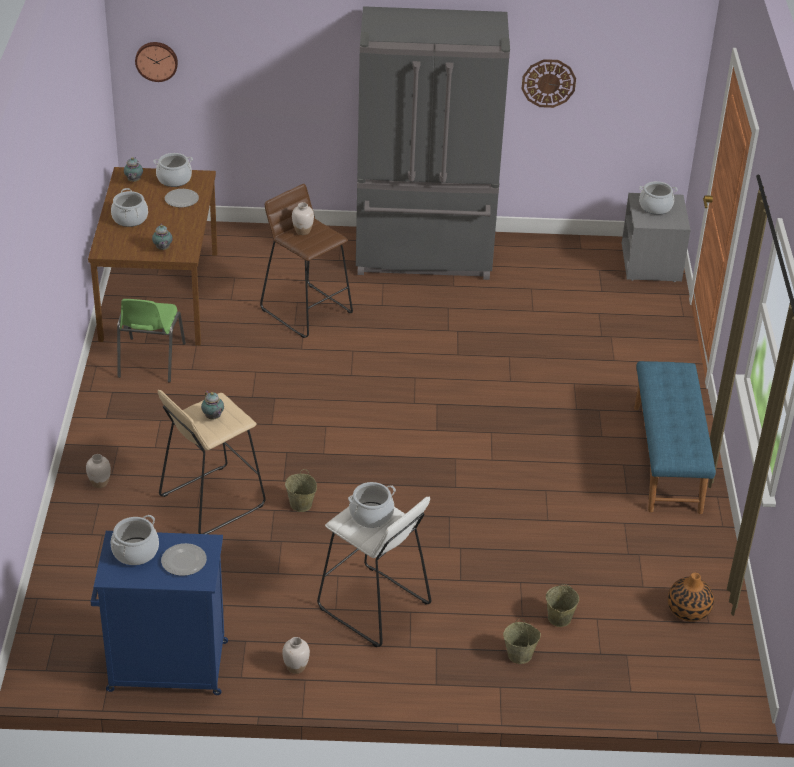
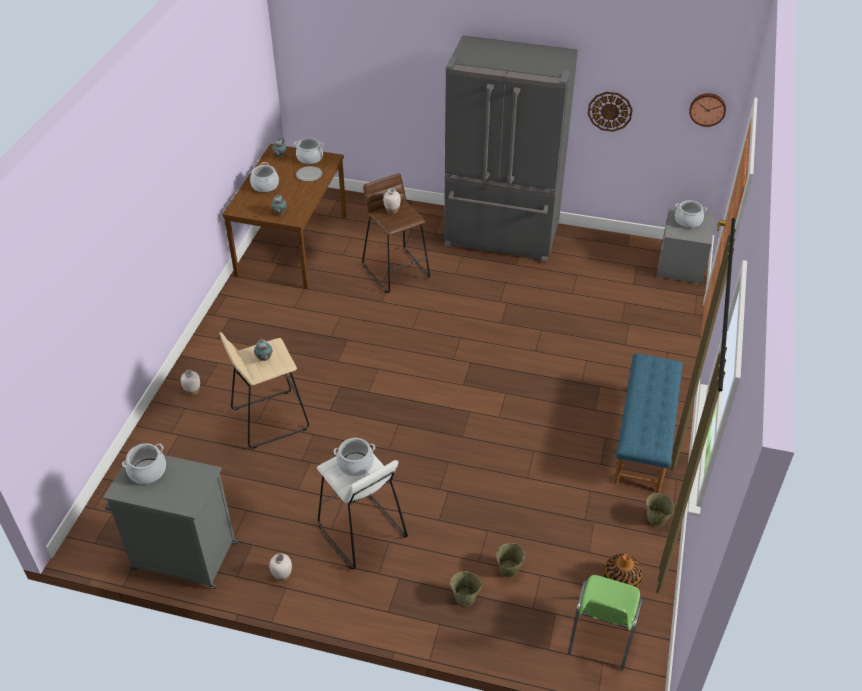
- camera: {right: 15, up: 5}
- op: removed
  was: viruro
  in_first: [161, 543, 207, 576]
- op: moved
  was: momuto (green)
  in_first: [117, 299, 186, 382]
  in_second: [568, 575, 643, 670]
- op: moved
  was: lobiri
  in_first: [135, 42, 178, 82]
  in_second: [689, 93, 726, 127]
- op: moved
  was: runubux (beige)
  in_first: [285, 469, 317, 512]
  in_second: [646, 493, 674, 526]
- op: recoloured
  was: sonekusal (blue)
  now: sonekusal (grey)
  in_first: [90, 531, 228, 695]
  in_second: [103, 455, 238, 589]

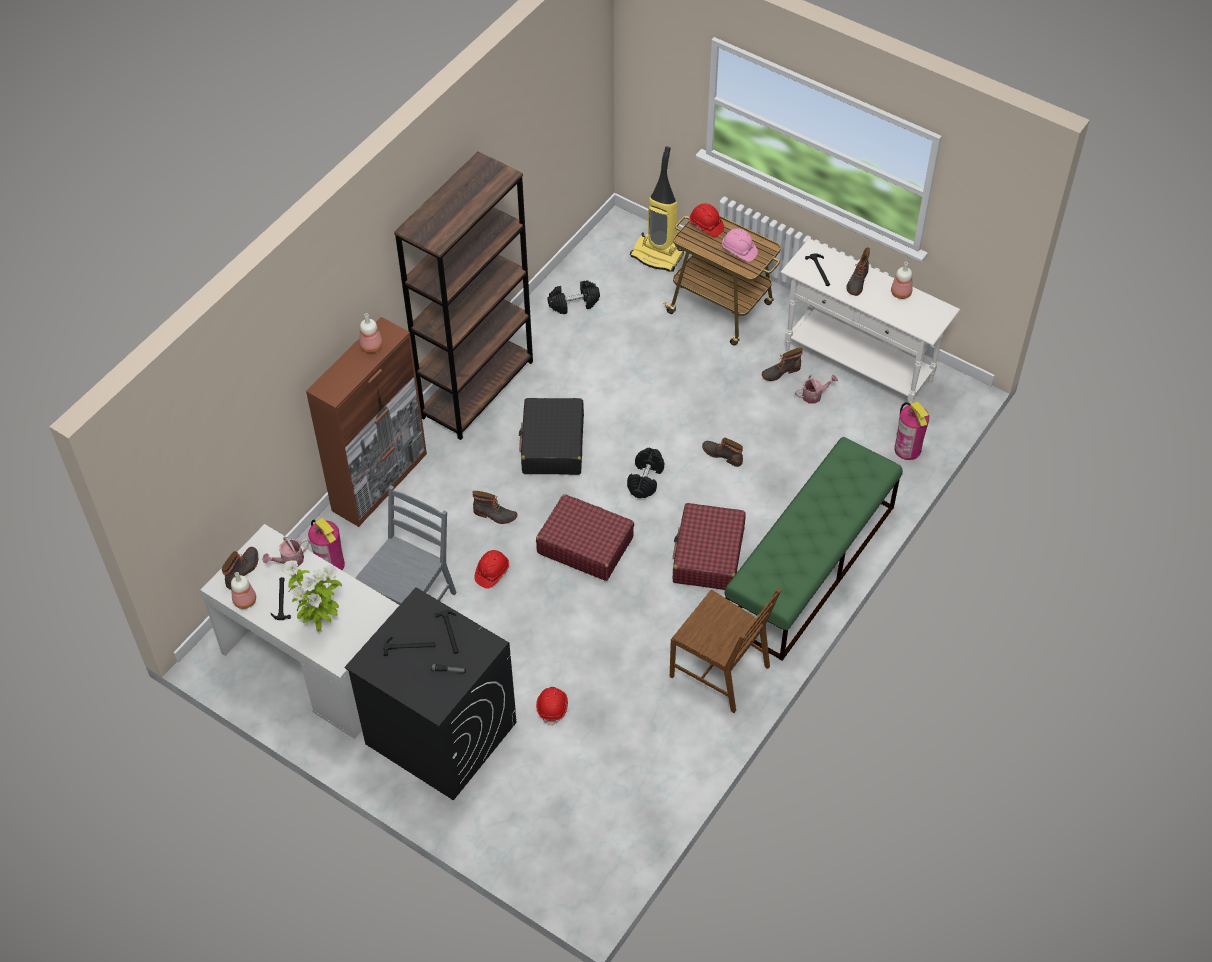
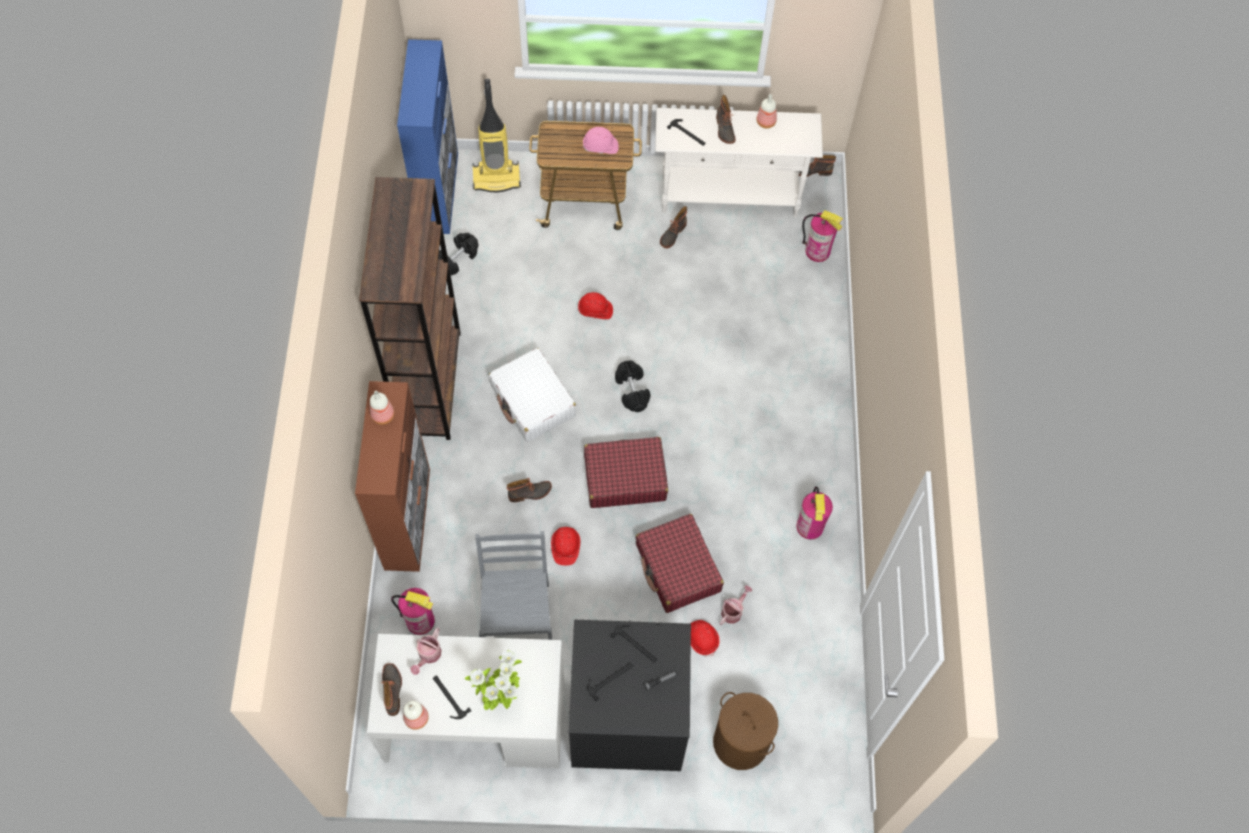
- camera: {right: -35, up: 10}
- op: removed
  was: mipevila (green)
  in_first: [724, 437, 903, 661]
- op: added
  now: sonekusal (blue)
  in_second: [397, 39, 458, 234]
- op: added
  now: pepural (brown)
  in_second: [713, 692, 778, 770]
- op: moved
  was: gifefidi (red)
  in_first: [673, 503, 746, 590]
  in_second: [636, 514, 724, 613]
- op: moved
  was: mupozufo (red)
  in_first: [690, 203, 724, 237]
  in_second: [578, 292, 613, 319]
- op: moved
  was: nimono
  in_first: [702, 437, 743, 467]
  in_second: [799, 155, 836, 177]
- op: moved
  was: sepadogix
  in_first: [795, 375, 838, 404]
  in_second: [719, 586, 752, 625]
- op: replaced
  was: momuto (brown)
  now: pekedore
  in_first: [670, 588, 781, 713]
  in_second: [796, 486, 833, 540]
- op: recoloured
  was: gifefidi (black)
  now: gifefidi (white)
  in_first: [519, 398, 584, 475]
  in_second: [488, 348, 576, 442]

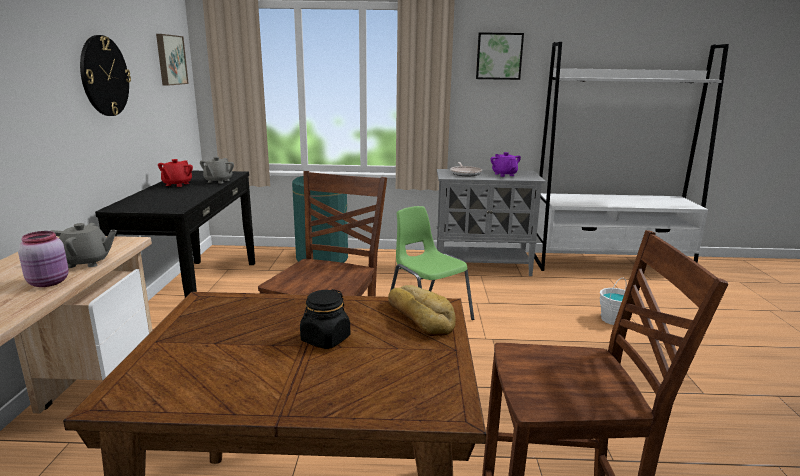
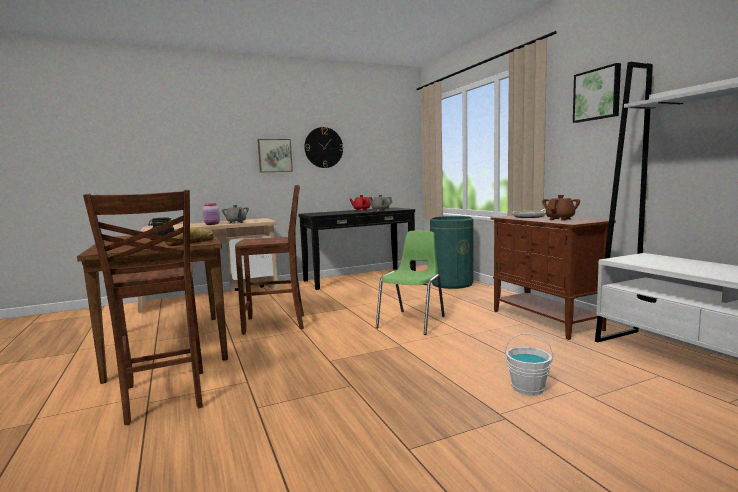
- camera: {right: 65, up: -10}
- op: moved
  was: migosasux
  in_first: [156, 34, 189, 86]
  in_second: [257, 139, 293, 173]
- op: recoloured
  was: sonekusal (grey)
  now: sonekusal (brown)
  in_first: [437, 169, 546, 276]
  in_second: [491, 215, 616, 340]
- op: recoloured
  was: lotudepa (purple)
  now: lotudepa (brown)
  in_first: [490, 152, 521, 177]
  in_second: [542, 195, 580, 221]

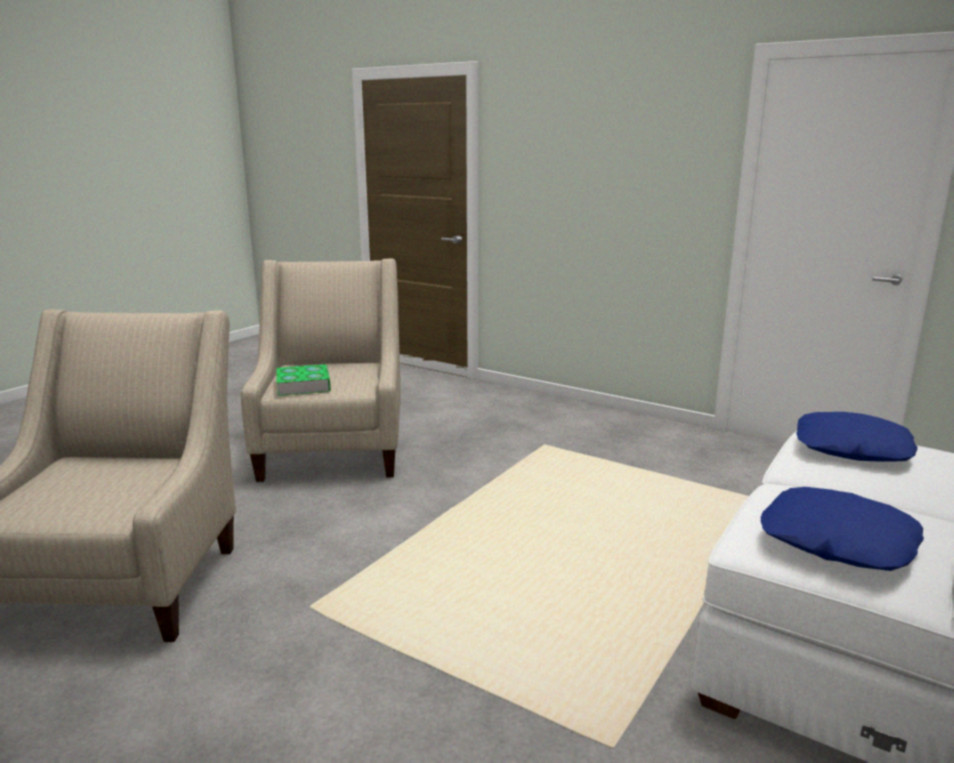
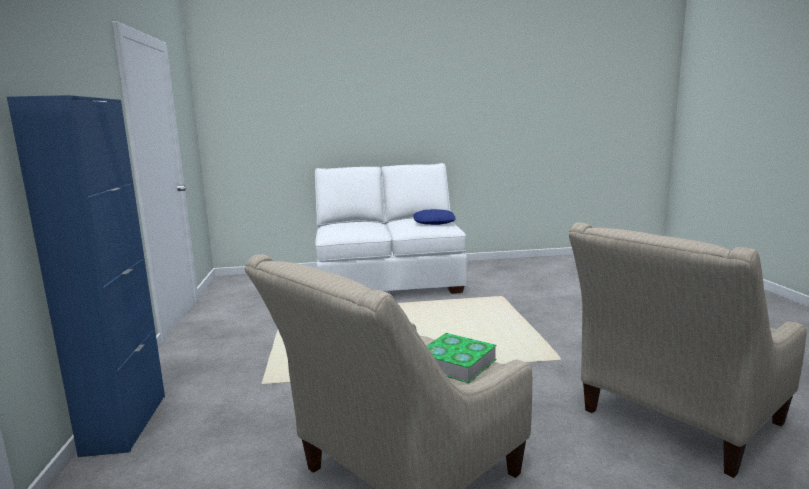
- camera: {right: -130, up: -5}
- op: removed
  was: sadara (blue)
  in_first: [796, 412, 918, 462]
- op: added
  now: sonekusal (blue)
  in_second: [7, 95, 165, 457]

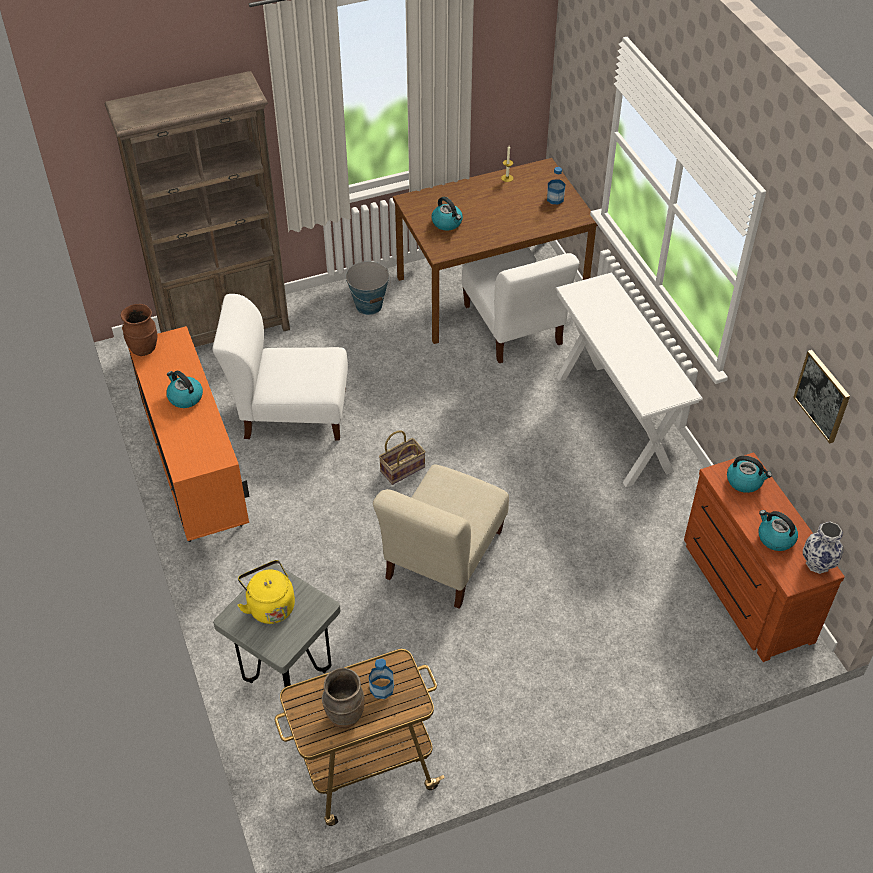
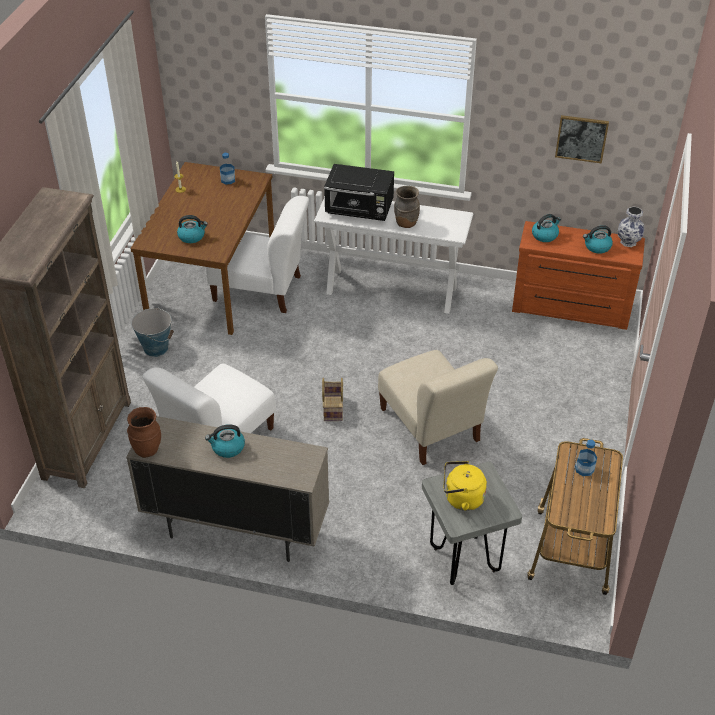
- camera: {right: -55, up: -5}
- op: added
  now: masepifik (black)
  in_second: [324, 164, 394, 221]
- op: moved
  was: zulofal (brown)
  in_first: [322, 668, 364, 728]
  in_second: [394, 186, 420, 228]
- op: recoloured
  was: sonekusal (orange)
  now: sonekusal (beige)
  in_first: [128, 326, 249, 542]
  in_second: [126, 416, 329, 562]

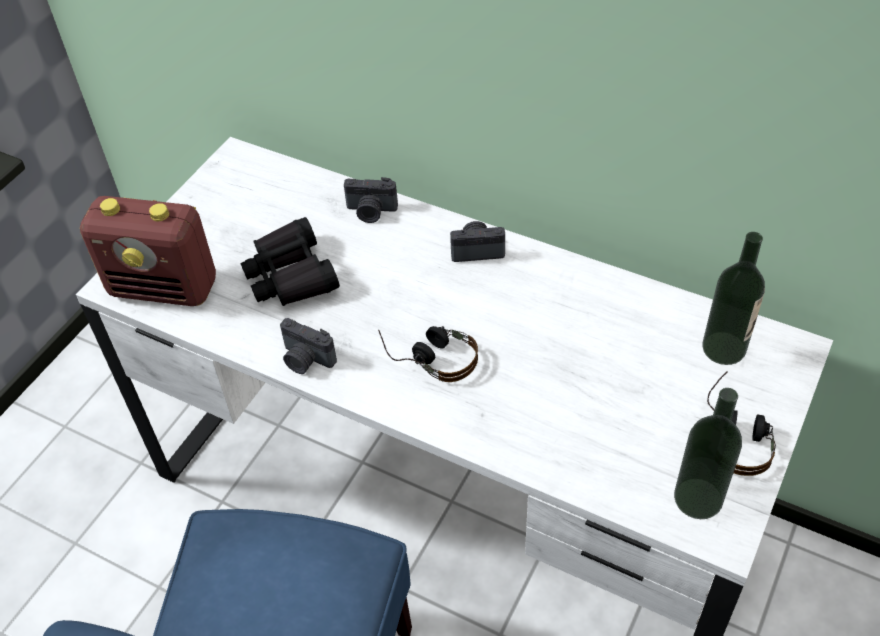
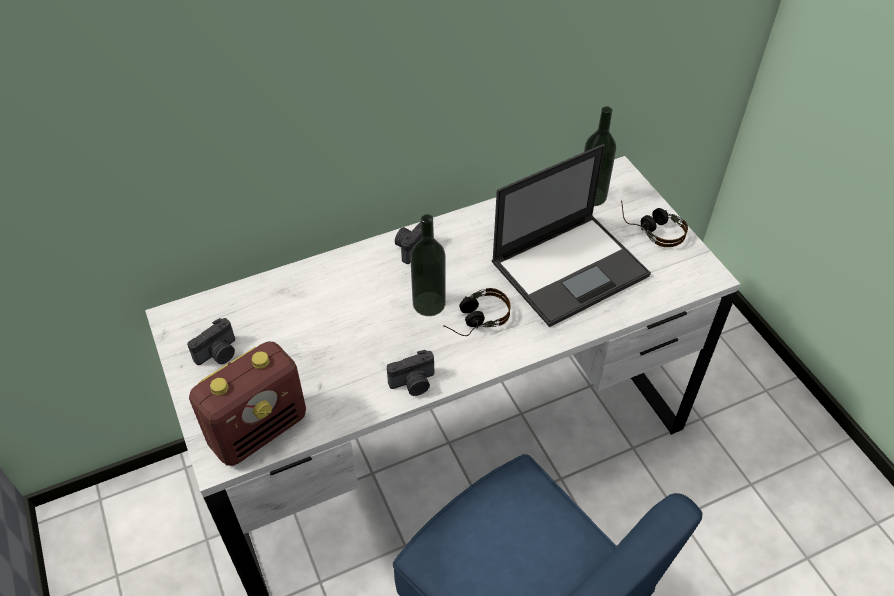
- camera: {right: -55, up: 0}
- op: removed
  was: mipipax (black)
  in_first: [240, 217, 340, 306]
- op: added
  now: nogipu
  in_second: [492, 144, 651, 327]
- op: moved
  was: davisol
  in_first: [344, 177, 398, 223]
  in_second: [187, 318, 235, 365]
- op: moved
  was: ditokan
  in_first: [674, 388, 742, 519]
  in_second: [410, 214, 446, 316]

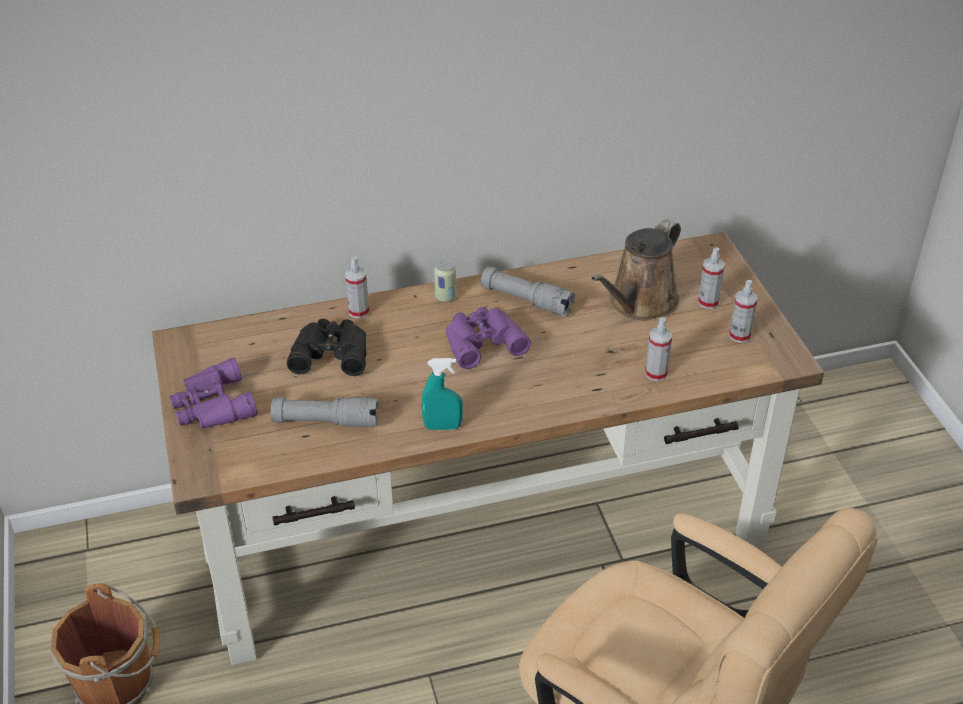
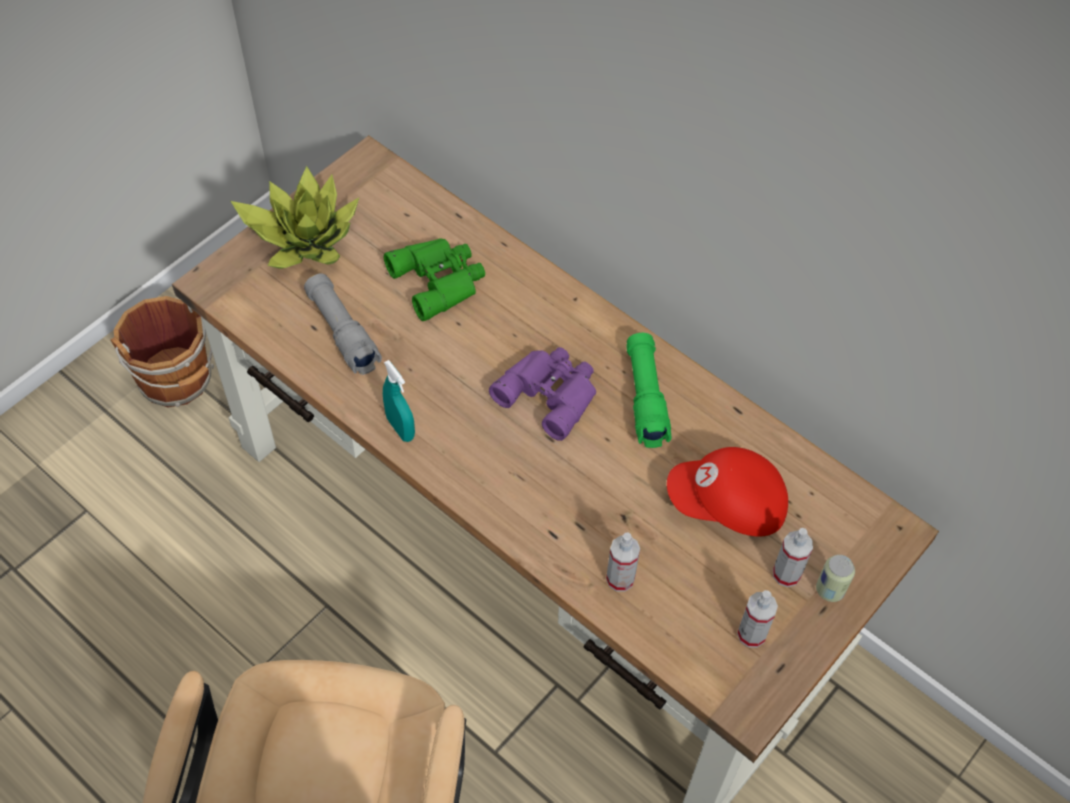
- camera: {right: 55, up: 15}
- op: removed
  was: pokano
  in_first: [345, 257, 369, 318]
- op: moved
  was: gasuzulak
  in_first: [434, 260, 456, 302]
  in_second: [816, 555, 855, 602]
- op: replaced
  was: mipipax (purple)
  now: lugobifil
  in_first: [169, 357, 258, 428]
  in_second: [231, 166, 359, 269]
- op: replaced
  was: sepadogix (brown)
  now: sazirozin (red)
  in_first: [592, 219, 681, 320]
  in_second: [667, 447, 788, 537]
- op: recoloured
  was: mipipax (black)
  now: mipipax (green)
  in_first: [287, 319, 366, 376]
  in_second: [384, 238, 485, 321]
- op: recoloured
  was: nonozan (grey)
  now: nonozan (green)
  in_first: [481, 266, 575, 317]
  in_second: [626, 333, 671, 448]

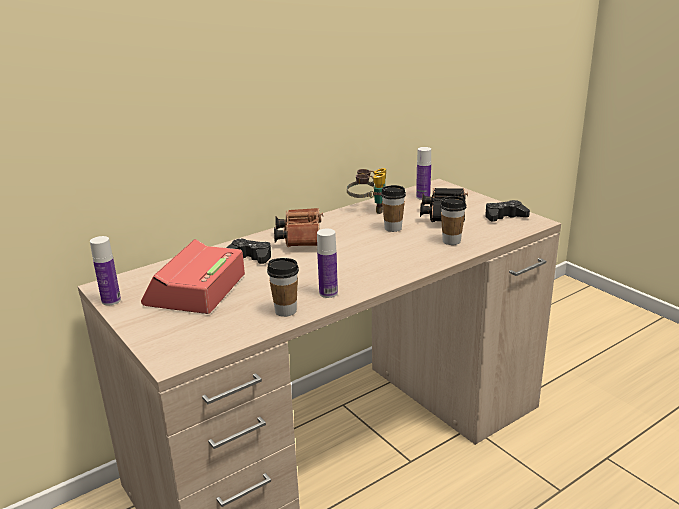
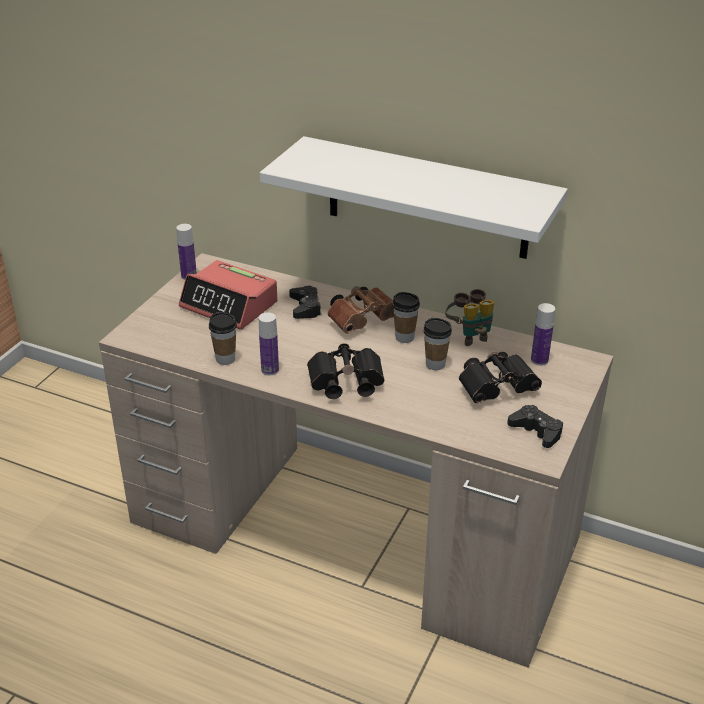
- camera: {right: 60, up: 10}
- op: added
  now: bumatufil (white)
  in_second: [260, 136, 568, 259]
- op: added
  now: mipipax (black)
  in_second: [307, 343, 385, 399]
- op: moved
  was: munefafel
  in_first: [440, 196, 466, 245]
  in_second: [393, 292, 420, 343]
- op: turned
  was: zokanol
  in_first: [141, 239, 245, 314]
  in_second: [179, 260, 278, 330]
  clockwise: -135

